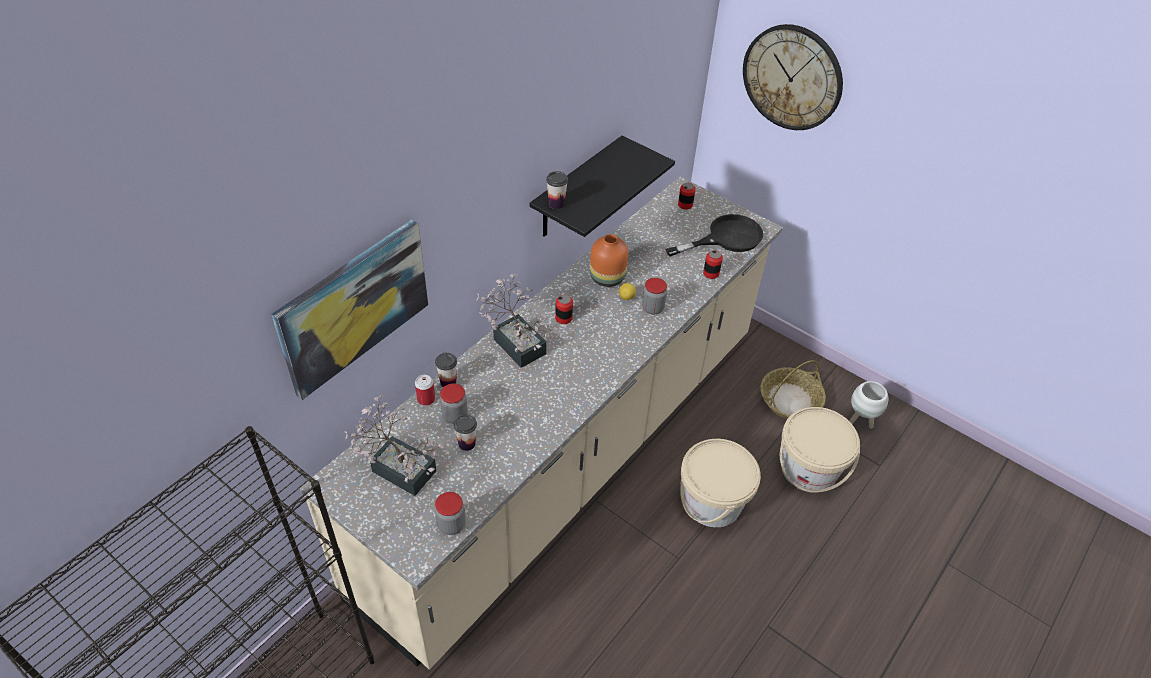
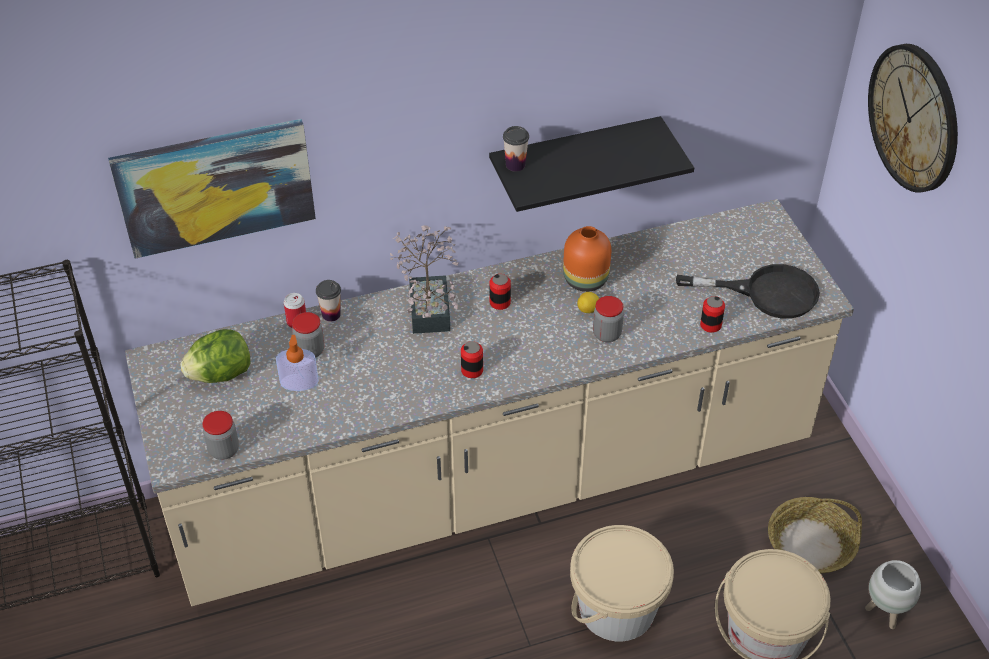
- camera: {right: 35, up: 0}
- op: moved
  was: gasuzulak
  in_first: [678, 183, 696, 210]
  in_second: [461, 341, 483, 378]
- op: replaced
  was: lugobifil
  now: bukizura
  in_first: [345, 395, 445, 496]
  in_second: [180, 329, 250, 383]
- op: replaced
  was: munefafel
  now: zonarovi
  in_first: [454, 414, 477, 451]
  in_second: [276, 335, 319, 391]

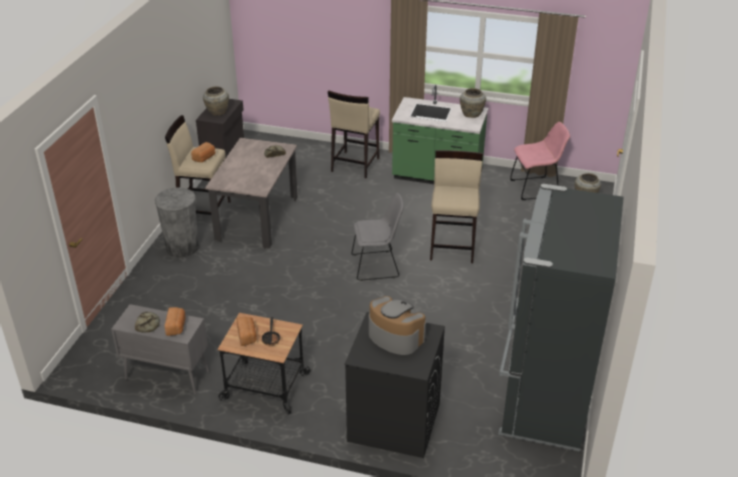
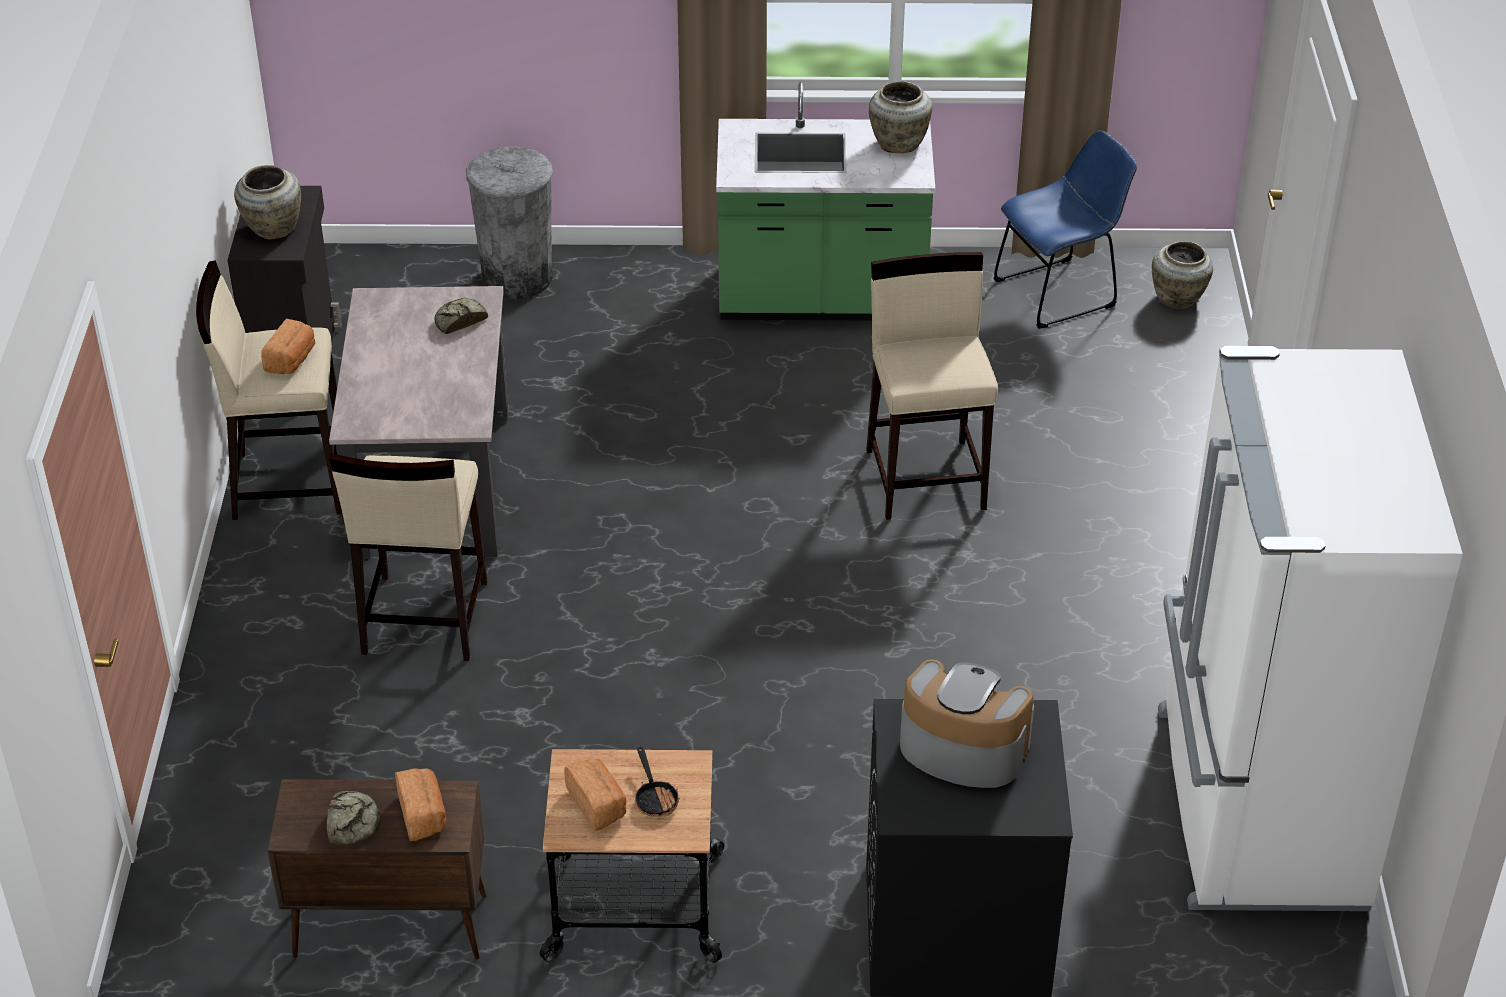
- camera: {right: -15, up: 5}
- op: removed
  was: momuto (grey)
  in_first: [351, 193, 404, 281]
- op: moved
  was: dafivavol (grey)
  in_first: [155, 187, 199, 258]
  in_second: [466, 147, 553, 299]
- op: moved
  was: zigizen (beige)
  in_first: [328, 90, 380, 178]
  in_second: [329, 453, 488, 661]
- op: recoloured
  was: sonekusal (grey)
  now: sonekusal (brown)
  in_first: [111, 304, 209, 394]
  in_second: [267, 779, 486, 959]
- op: recoloured
  was: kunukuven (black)
  now: kunukuven (white)
  in_first: [498, 184, 624, 451]
  in_second: [1158, 346, 1463, 911]
- op: recoloured
  was: momuto (pink)
  now: momuto (blue)
  in_first: [510, 122, 570, 200]
  in_second: [993, 130, 1137, 329]

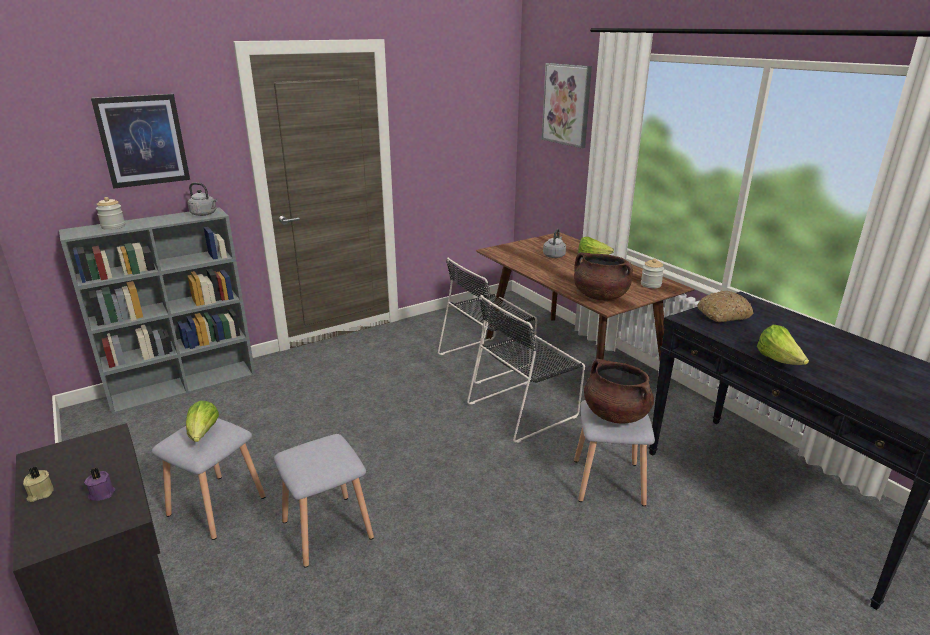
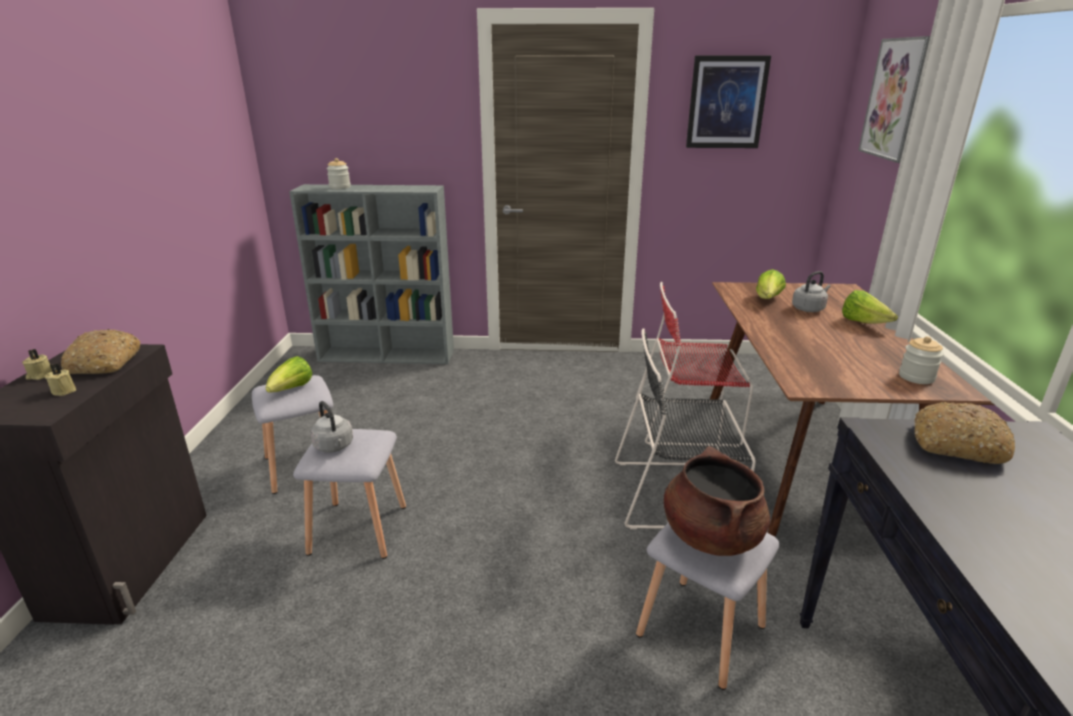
- camera: {right: 35, up: 0}
- op: removed
  was: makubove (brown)
  in_first: [574, 252, 633, 300]
- op: added
  now: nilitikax
  in_second: [61, 329, 140, 374]
- op: moved
  was: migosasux
  in_first: [91, 94, 190, 189]
  in_second: [686, 56, 771, 148]
- op: moved
  was: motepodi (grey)
  in_first: [188, 183, 218, 216]
  in_second: [310, 401, 353, 453]
- op: moved
  was: bukizura
  in_first: [757, 325, 809, 365]
  in_second: [756, 269, 786, 299]
- op: recoloured
  was: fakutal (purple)
  now: fakutal (beige)
  in_first: [84, 468, 115, 501]
  in_second: [45, 364, 76, 396]
- op: recoloured
  was: momuto (black)
  now: momuto (red)
  in_first: [438, 257, 537, 384]
  in_second: [636, 282, 753, 447]

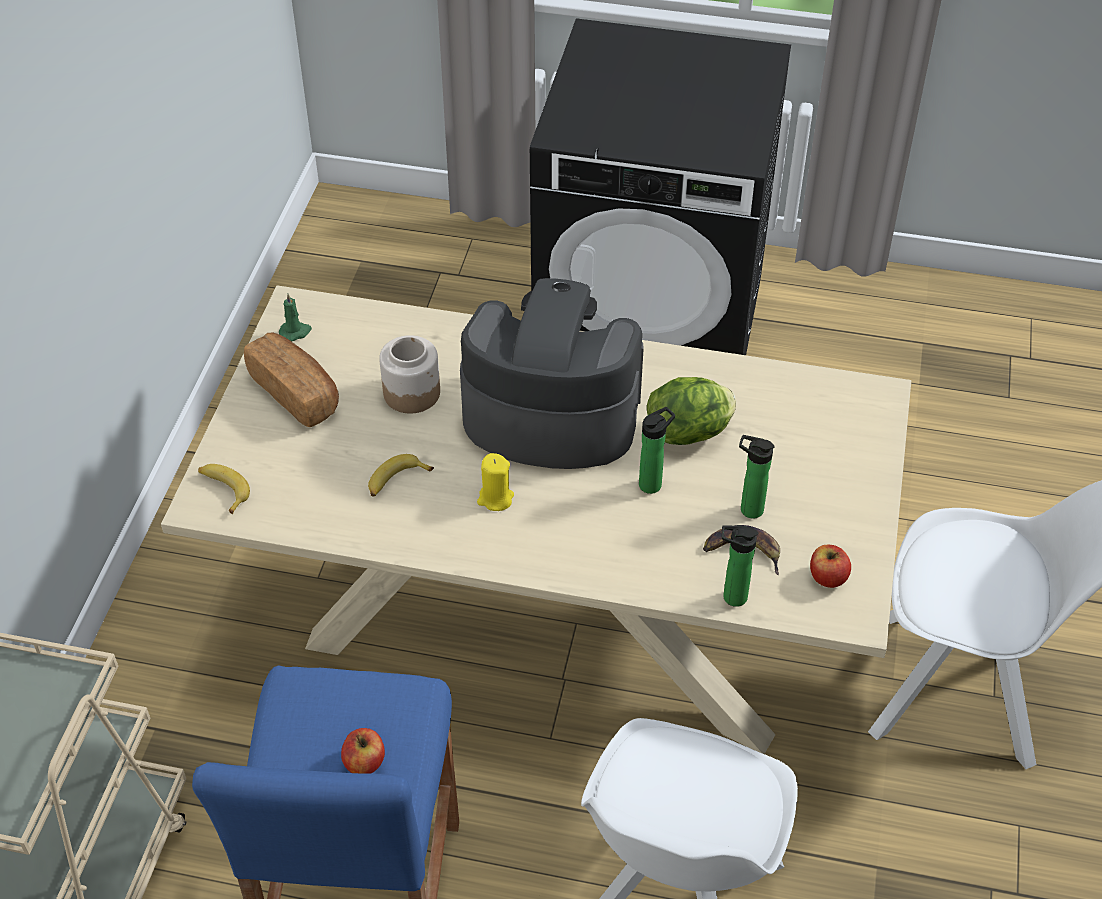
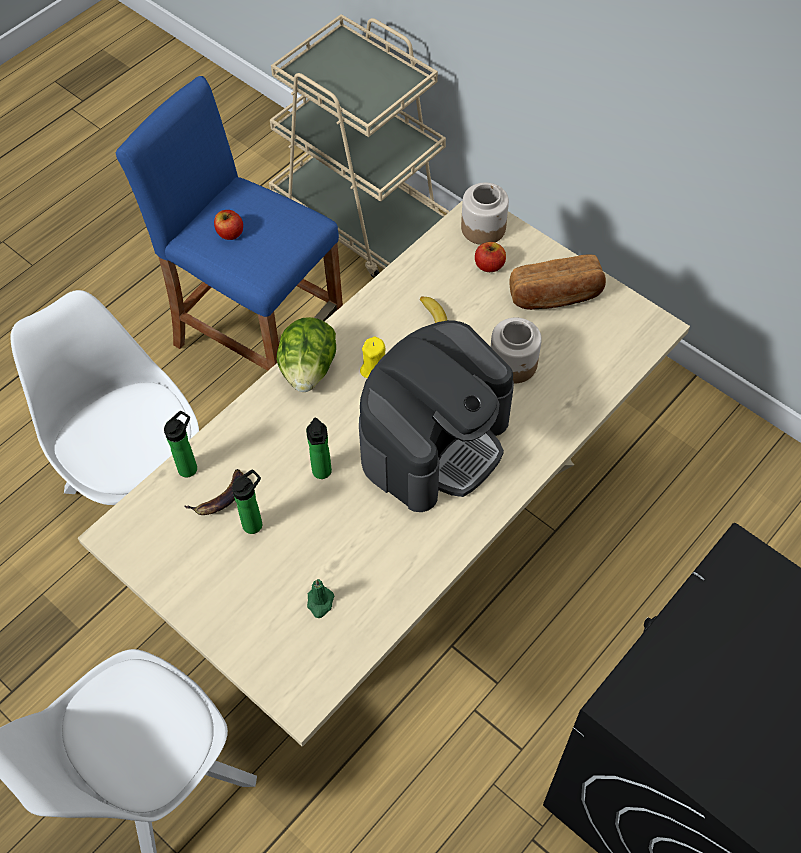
- camera: {right: 120, up: 10}
- op: moved
  was: fakutal (green)
  in_first: [279, 293, 312, 341]
  in_second: [307, 579, 334, 618]
- op: moved
  was: bukizura
  in_first: [647, 377, 736, 445]
  in_second: [277, 317, 336, 392]
- op: moved
  was: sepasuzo
  in_first: [810, 545, 851, 588]
  in_second: [475, 242, 506, 272]
- op: replaced
  was: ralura
  now: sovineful
  in_first: [198, 464, 250, 514]
  in_second: [461, 183, 509, 245]

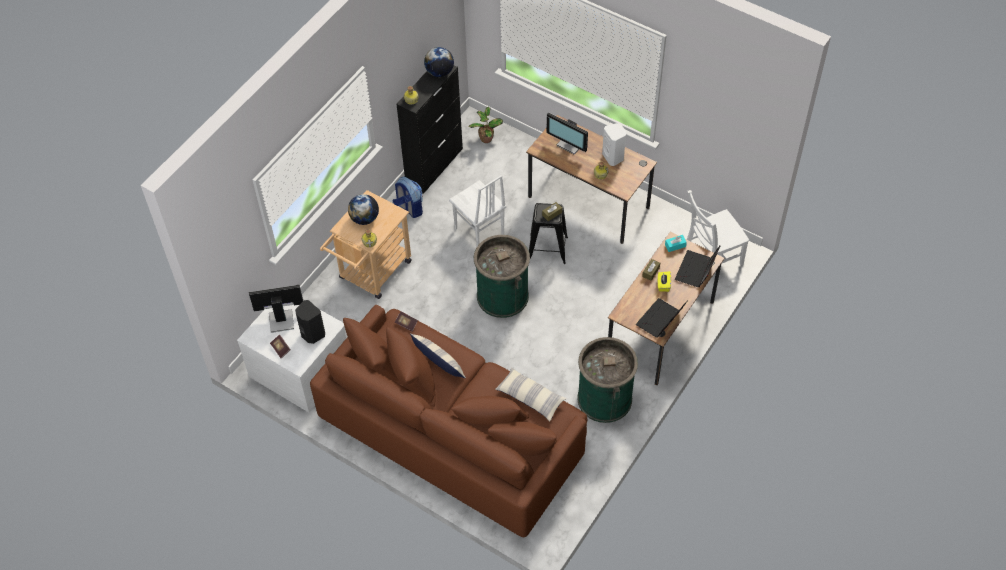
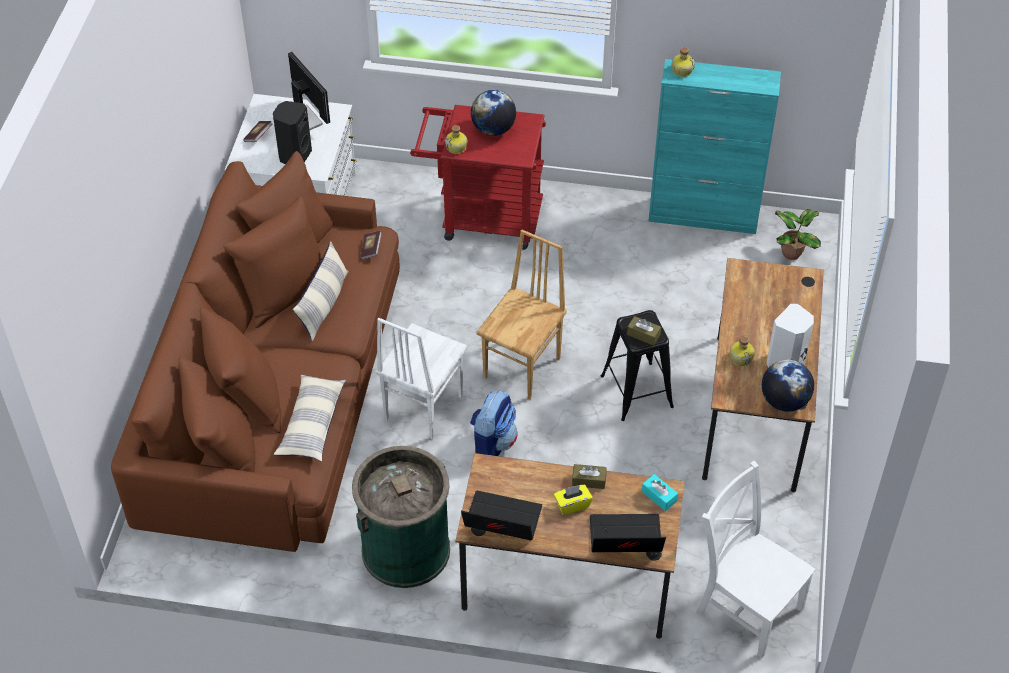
- camera: {right: 65, up: -5}
- op: removed
  was: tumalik
  in_first: [546, 112, 588, 155]
- op: moved
  was: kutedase
  in_first: [392, 176, 423, 218]
  in_second: [470, 390, 517, 456]
- op: moved
  was: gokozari
  in_first: [424, 47, 454, 77]
  in_second: [762, 359, 814, 411]
- op: moved
  was: momuto (white)
  in_first: [449, 175, 506, 246]
  in_second: [376, 318, 467, 440]
- op: replaced
  was: dafivavol (green)
  now: momuto (brown)
  in_first: [474, 235, 530, 318]
  in_second: [477, 230, 567, 399]
- op: recoloured
  was: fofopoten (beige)
  now: fofopoten (red)
  in_first: [320, 190, 412, 299]
  in_second: [410, 105, 546, 250]
- op: recoloured
  was: sonekusal (black)
  now: sonekusal (turquoise)
  in_first: [396, 65, 463, 194]
  in_second: [648, 59, 781, 234]

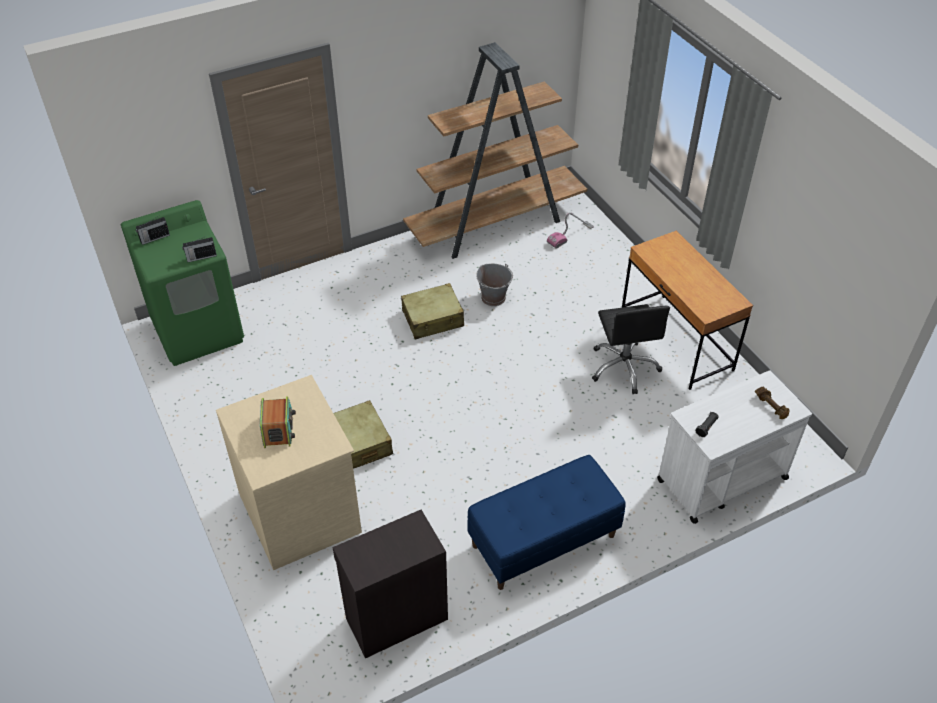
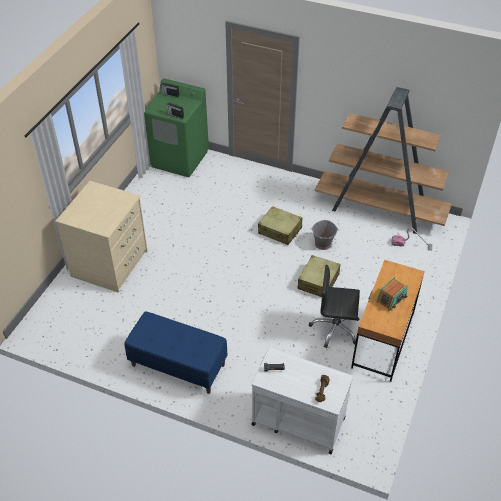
- camera: {right: 50, up: 0}
- op: removed
  was: sonekusal (black)
  in_first: [332, 510, 448, 659]
- op: moved
  was: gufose
  in_first: [260, 396, 296, 448]
  in_second: [376, 277, 407, 311]
- op: moved
  was: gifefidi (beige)
  in_first: [333, 400, 393, 469]
  in_second: [298, 255, 340, 297]
- op: turned
  was: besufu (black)
  in_first: [592, 304, 670, 394]
  in_second: [309, 265, 360, 348]
  clockwise: 60

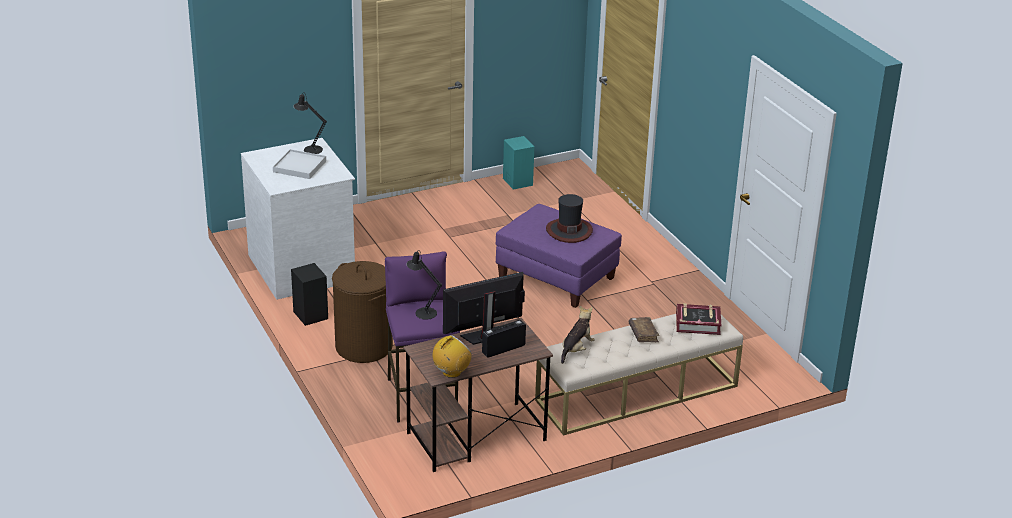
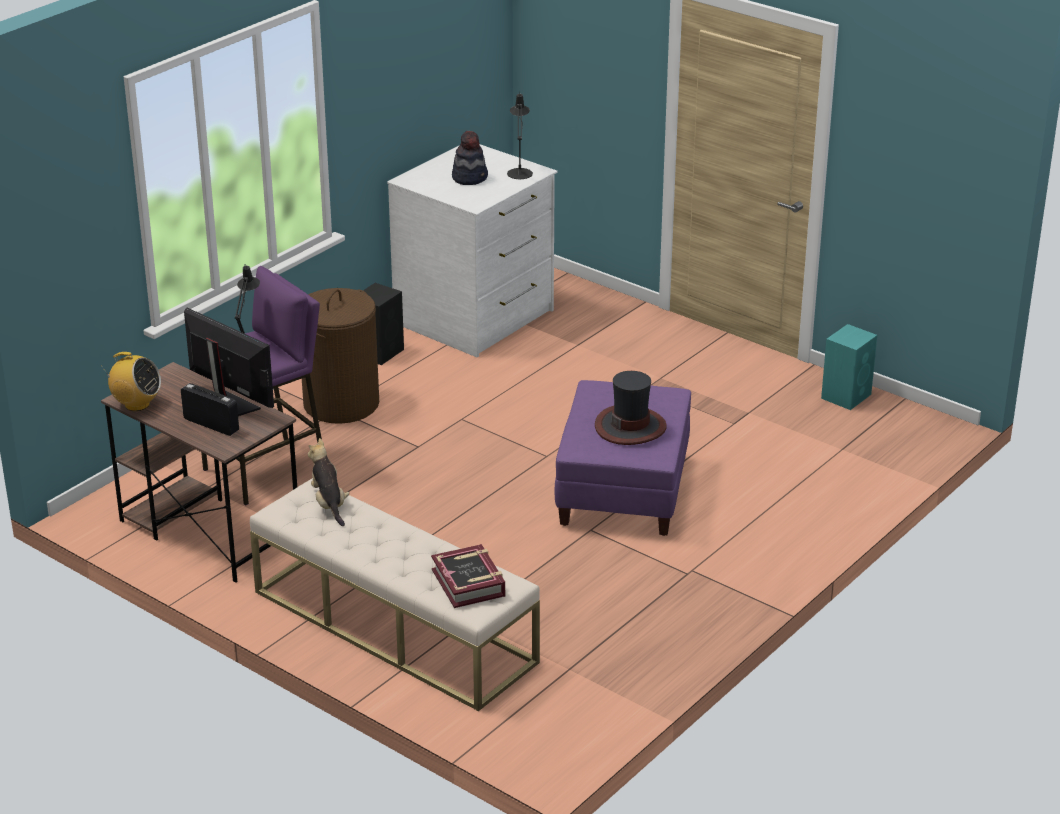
- camera: {right: 65, up: 0}
- op: removed
  was: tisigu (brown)
  in_first: [629, 317, 660, 342]
- op: replaced
  was: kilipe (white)
  now: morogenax
  in_first: [273, 149, 326, 179]
  in_second: [452, 131, 488, 185]
- op: turned
  was: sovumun
  in_first: [561, 306, 595, 364]
  in_second: [308, 438, 350, 526]
  clockwise: -120

